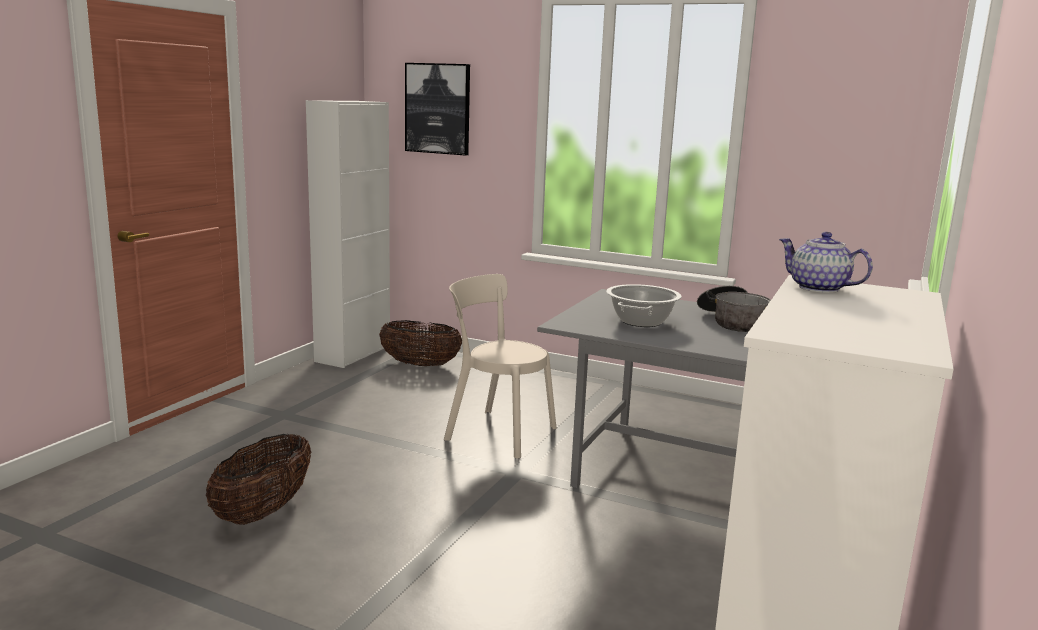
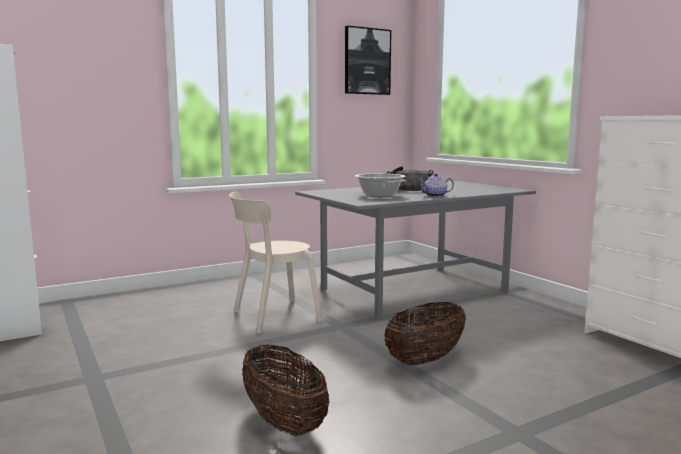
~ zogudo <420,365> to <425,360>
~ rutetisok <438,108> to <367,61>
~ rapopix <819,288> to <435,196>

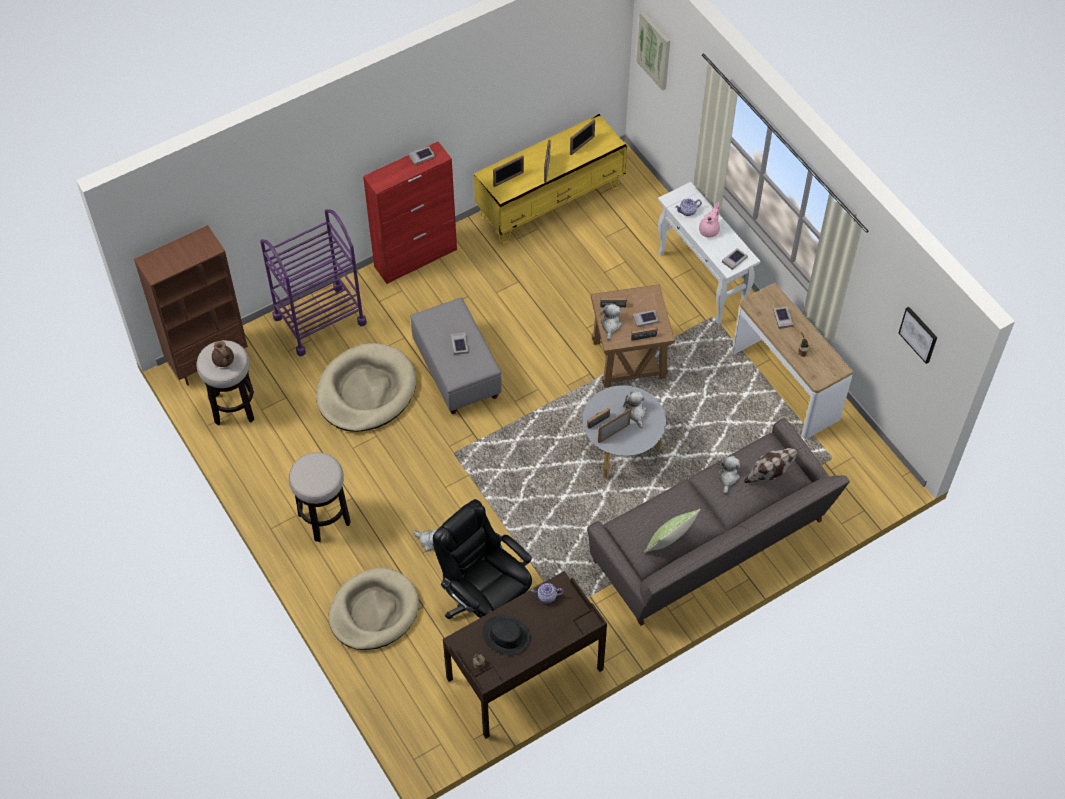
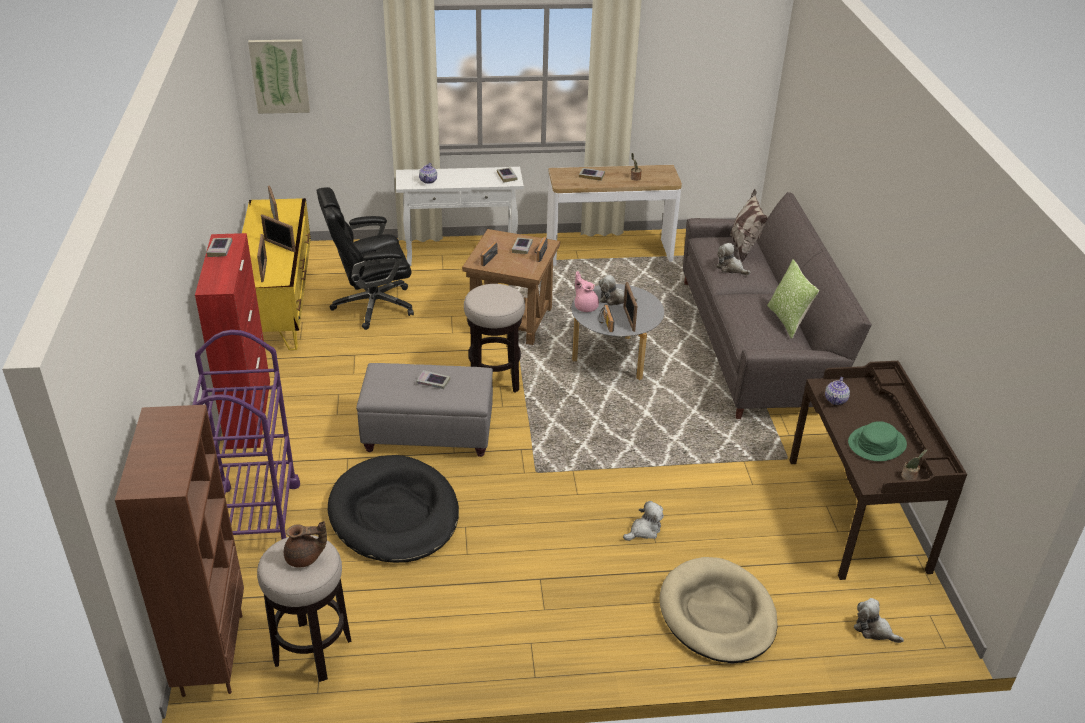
~ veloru <324,518> to <494,380>
~ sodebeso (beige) <366,391> to sodebeso (black) <394,514>
~ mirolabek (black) <486,601> to <371,305>
~ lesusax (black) <506,635> to lesusax (green) <876,444>
~ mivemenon <610,325> to <873,630>
~ rapopix (pink) <709,230> to <585,306>
- rutetisok <919,334>

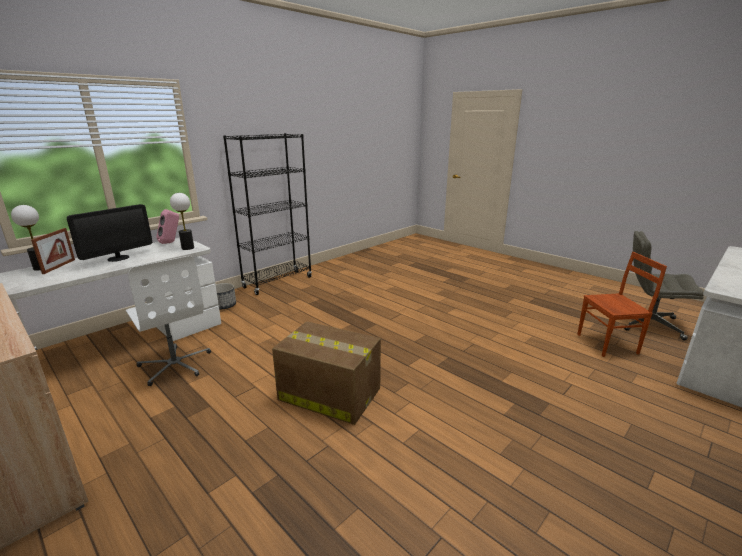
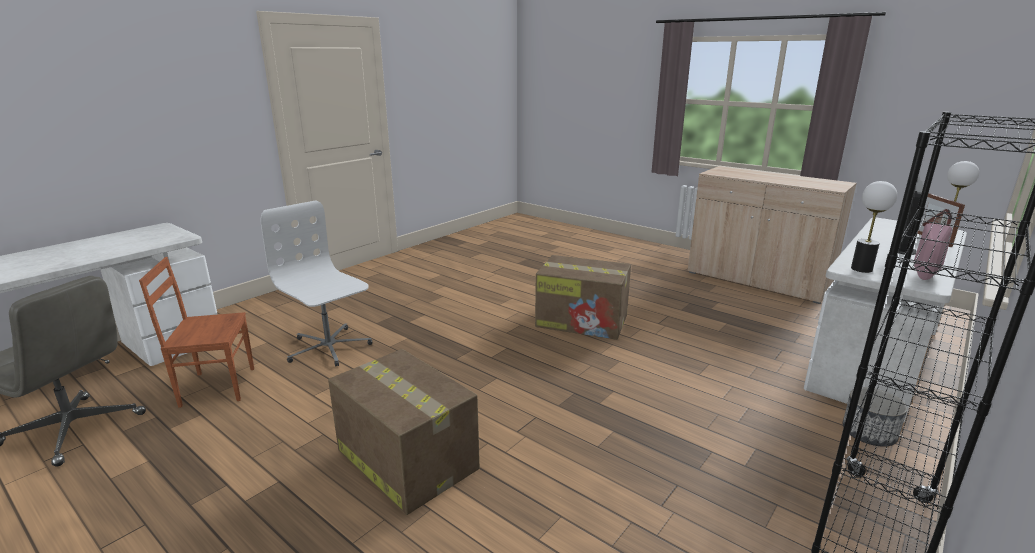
~ mirolabek (white) <175,364> to <328,348>
+ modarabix <406,458>

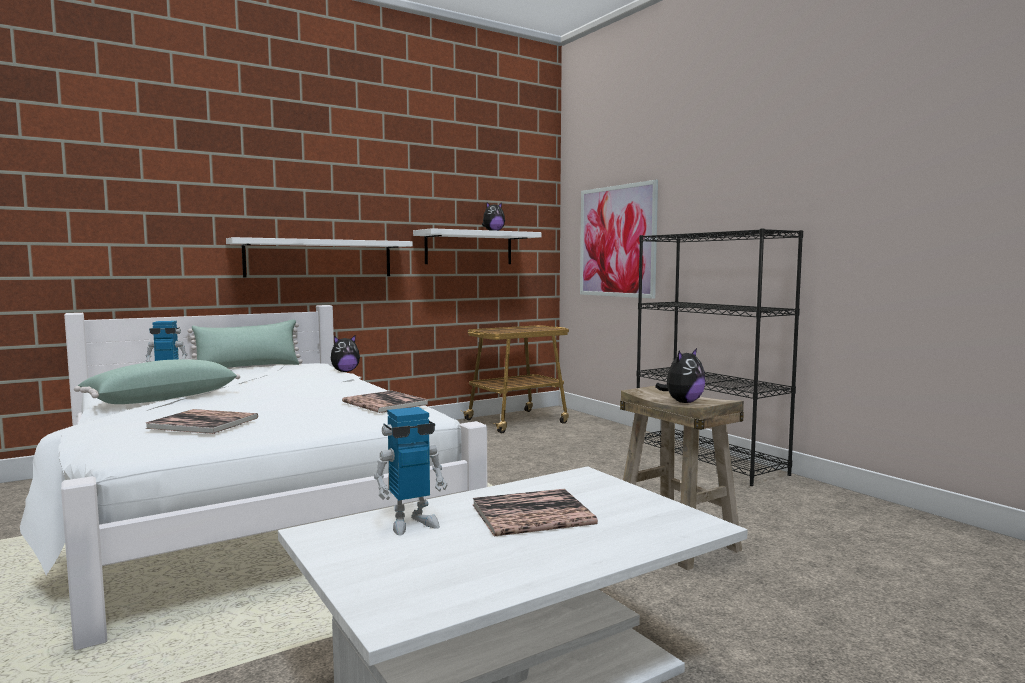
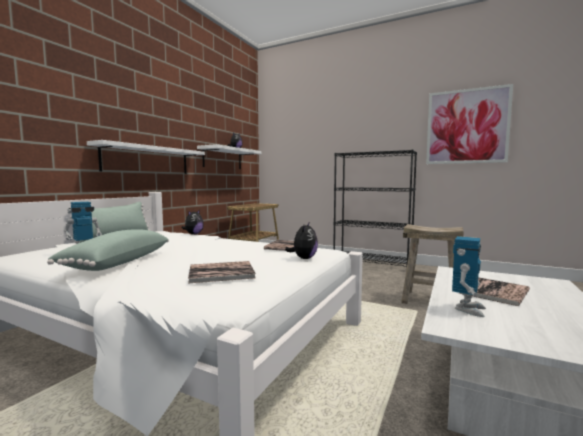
~ rutetisok <617,241> to <466,126>
~ mivemenon <682,402> to <303,258>

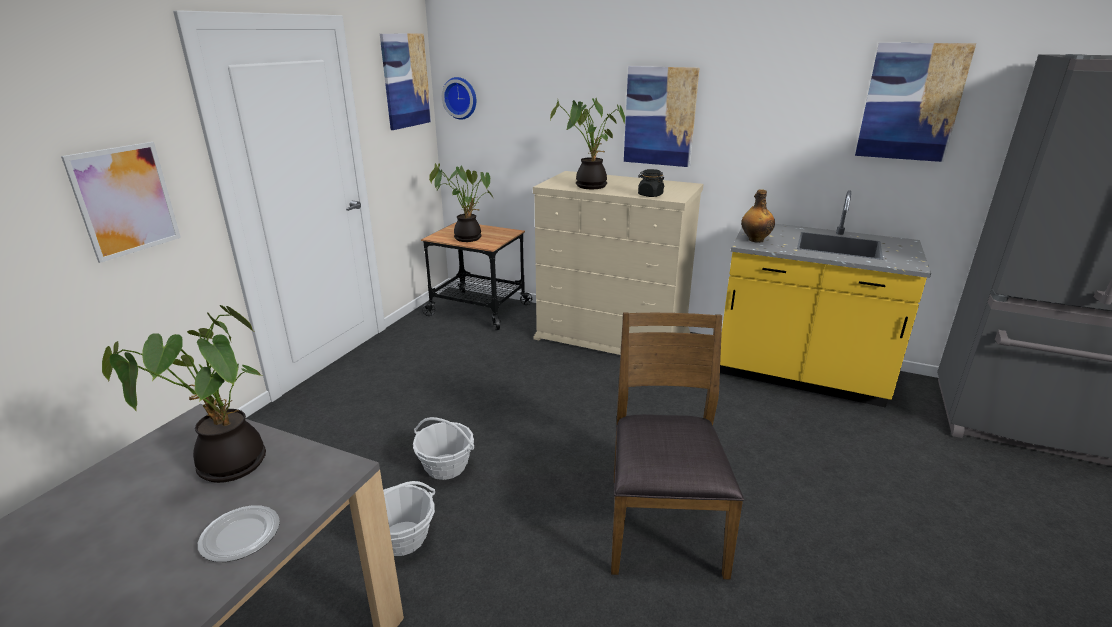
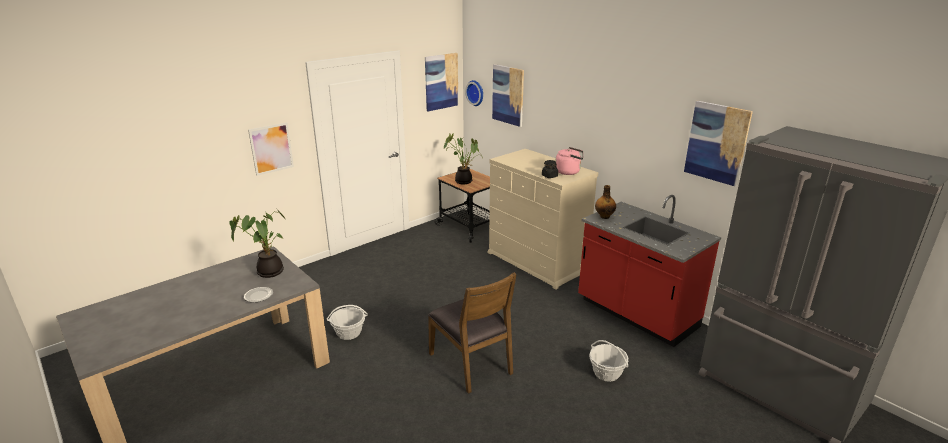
~ zogudo <446,466> to <606,373>
- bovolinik <589,185>
~ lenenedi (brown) <662,523> = <472,363> 120 degrees clockwise
~ rutetisok <660,116> to <508,95>
~ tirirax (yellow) <799,376> to tirirax (red) <636,314>
+ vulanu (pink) <569,172>

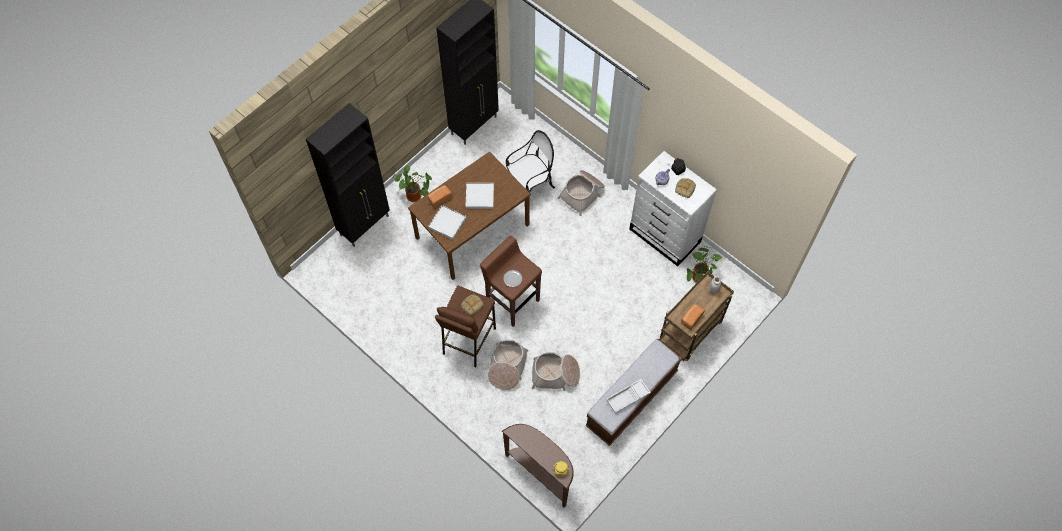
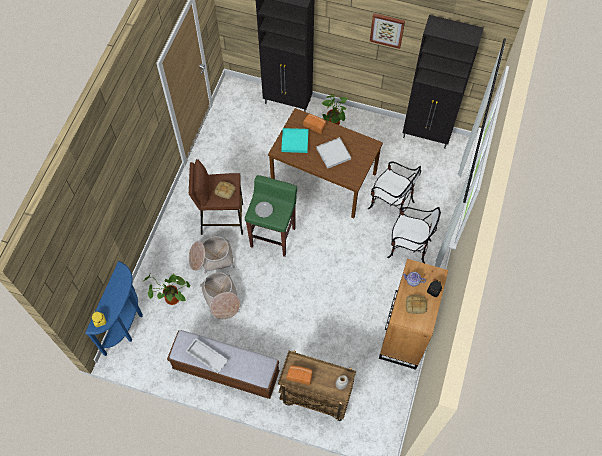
~ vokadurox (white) <447,223> to vokadurox (turquoise) <294,141>
~ veloru (brown) <512,302> to veloru (green) <273,236>
~ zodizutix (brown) <541,473> to zodizutix (blue) <127,324>
~ zogudo <582,194> to lenenedi <408,247>
~ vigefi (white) <665,236> to vigefi (brown) <404,335>
~ bovolinik <699,278> to <171,299>
+ rutetisok <387,30>

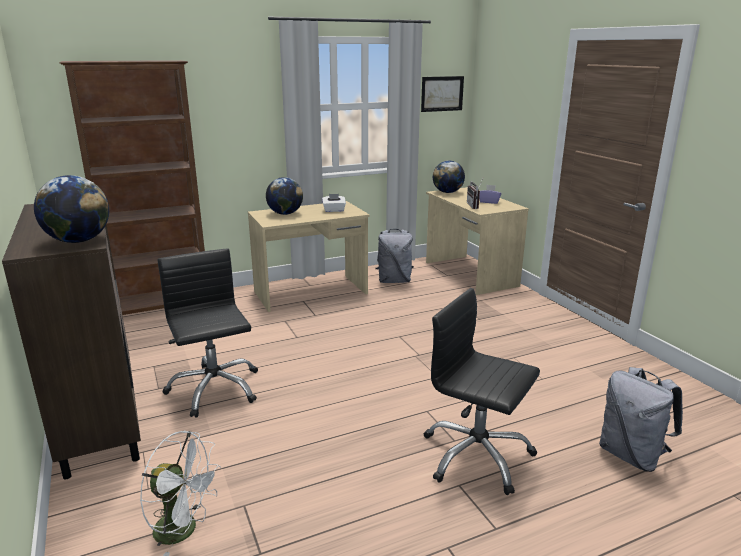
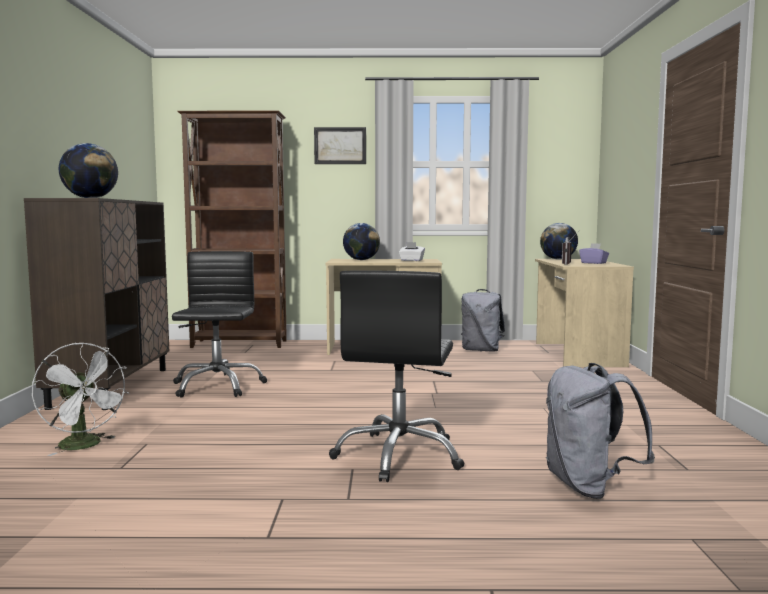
~ rutetisok <442,93> to <340,145>
~ mirolabek (black) <476,456> = <399,456> 135 degrees counterclockwise

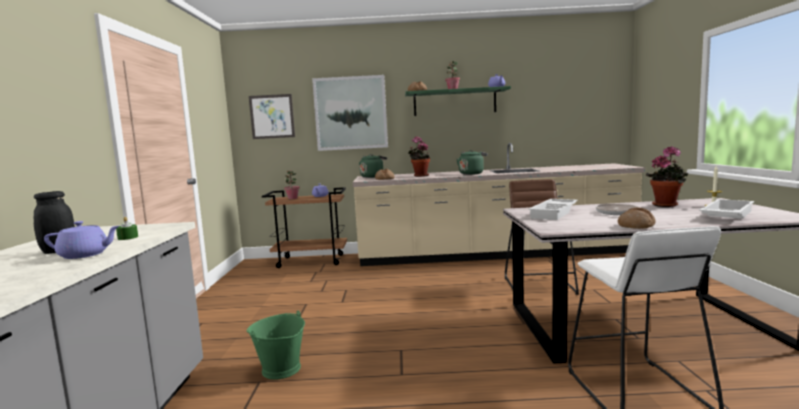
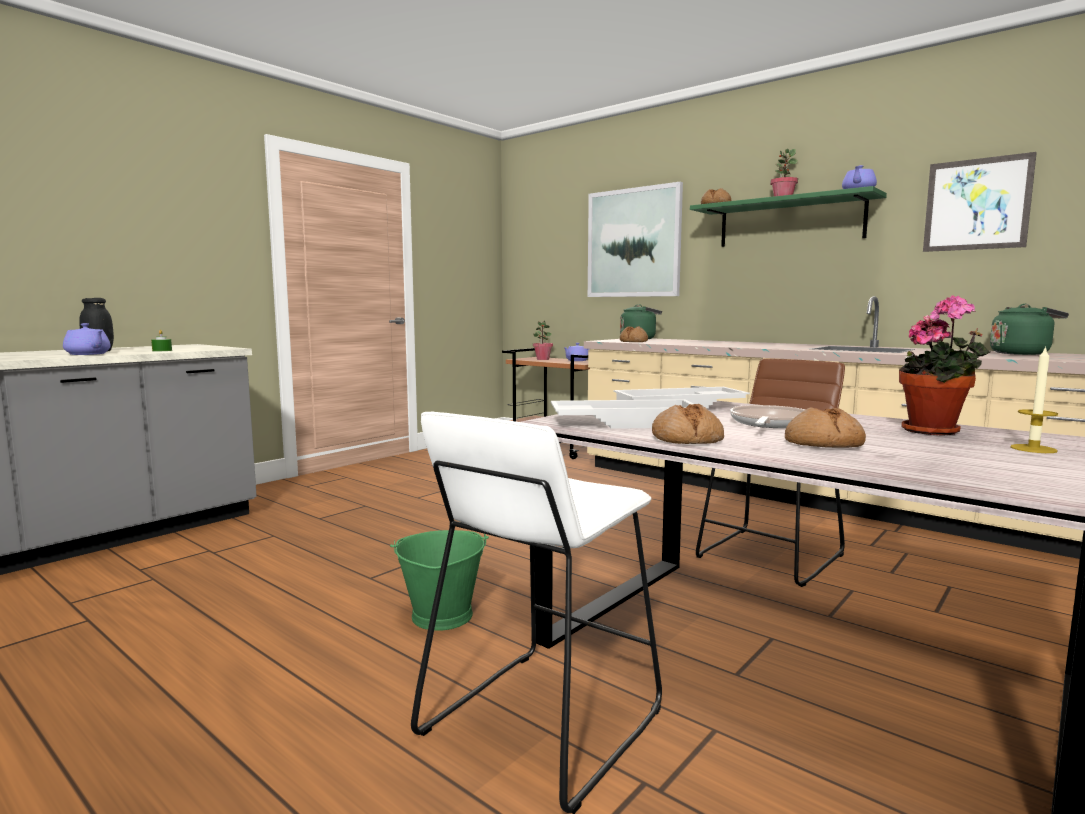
~ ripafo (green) <280,369> to <441,616>
~ rutetisok <272,116> to <977,204>
- bovolinik <419,176>
~ vulanu (green) <472,173> to <1022,353>
~ vokadurox (white) <725,215> to <624,423>
+ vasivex <823,444>

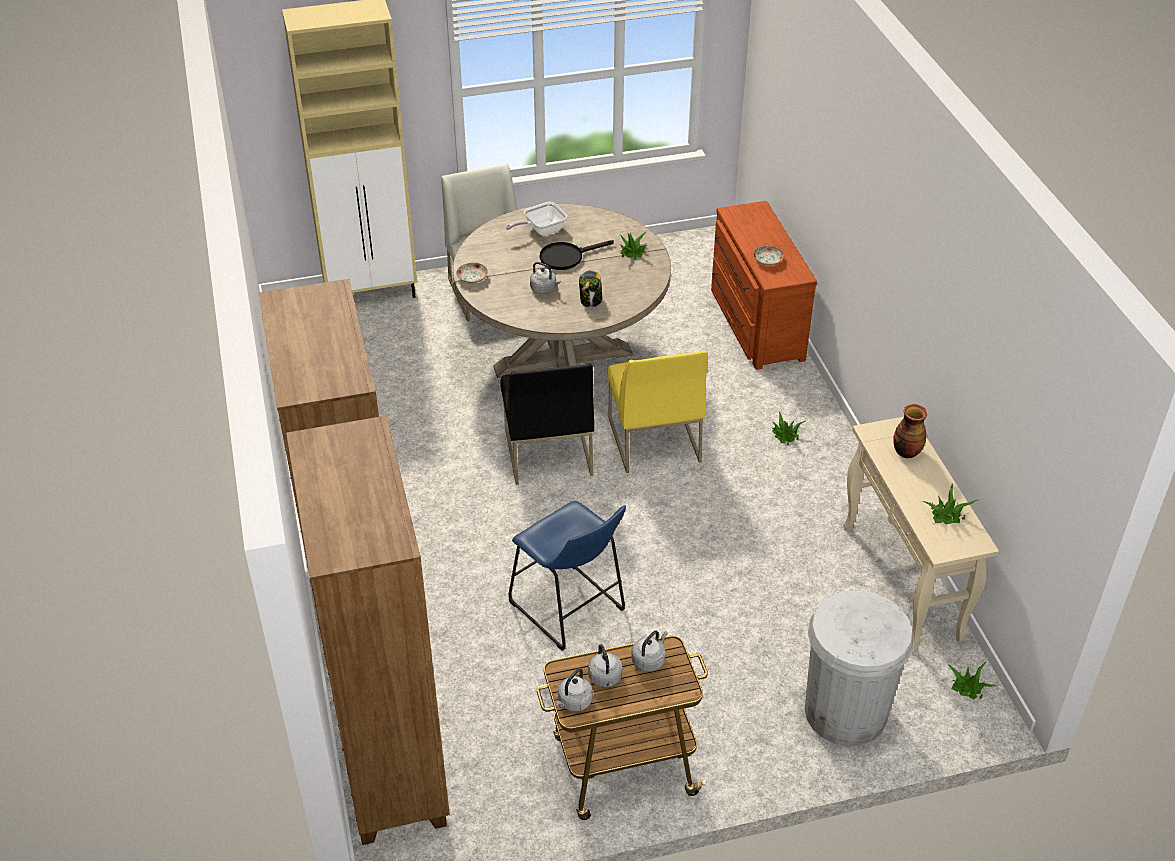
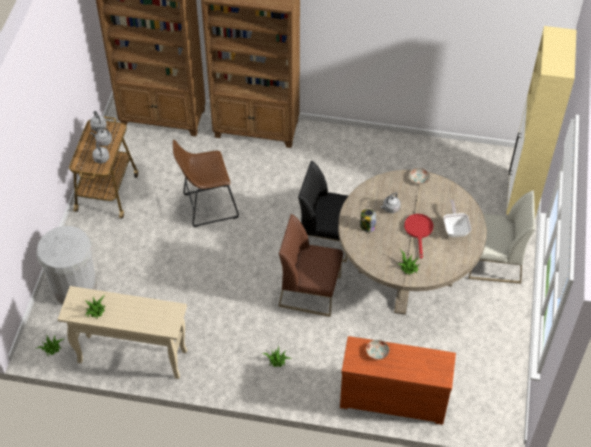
~ veloru (blue) <570,610> to veloru (brown) <207,206>
~ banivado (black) <567,257> to banivado (red) <419,231>
~ lenenedi (yellow) <653,439> to lenenedi (brown) <310,291>
- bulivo <906,452>

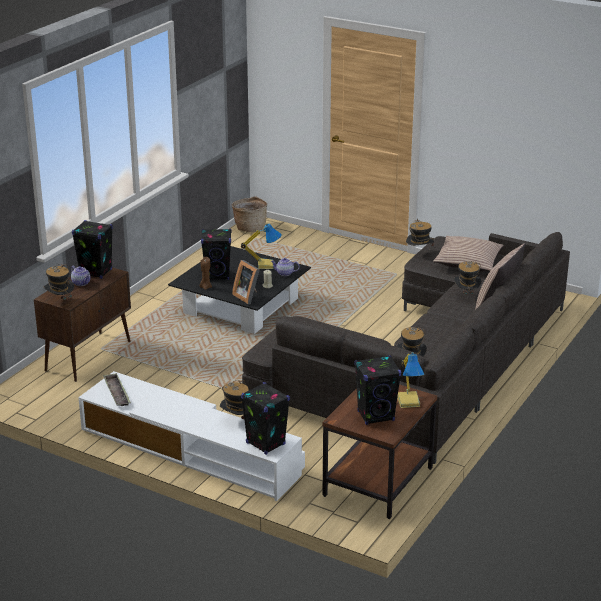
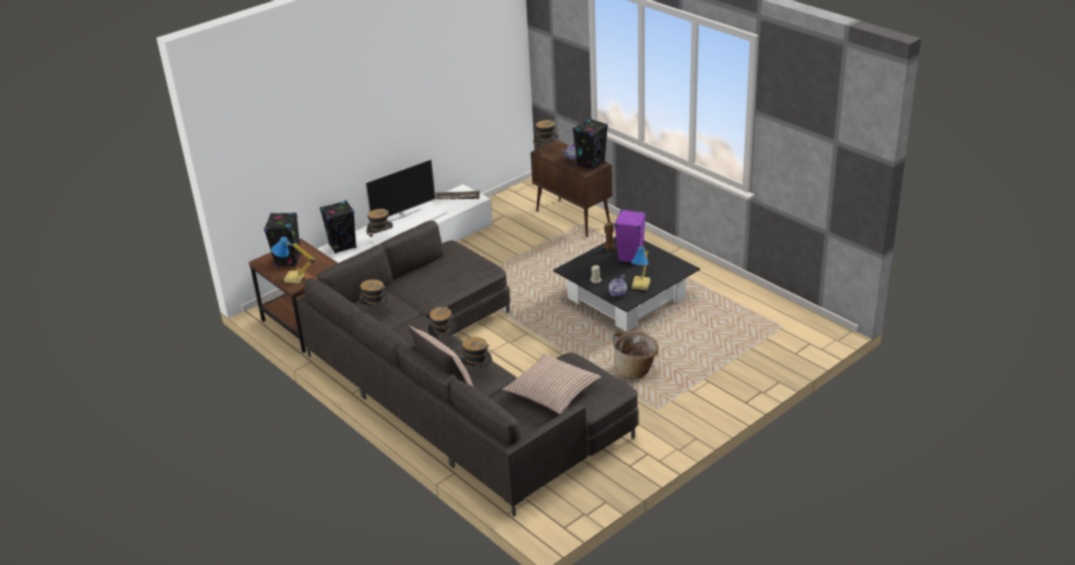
~ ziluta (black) <218,275> to ziluta (purple) <630,257>
~ zogudo <250,228> to <635,370>
- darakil <248,296>
~ lesusax <419,253> to <443,341>
+ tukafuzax <402,215>

